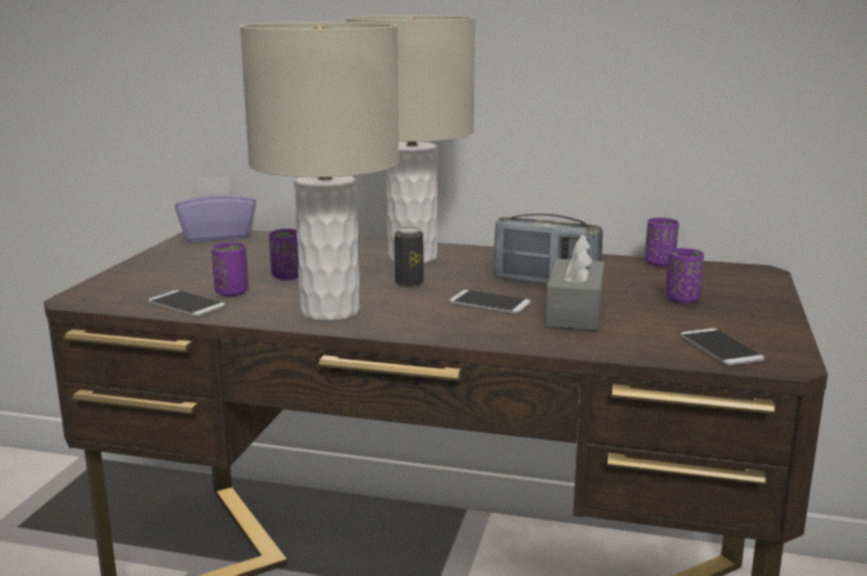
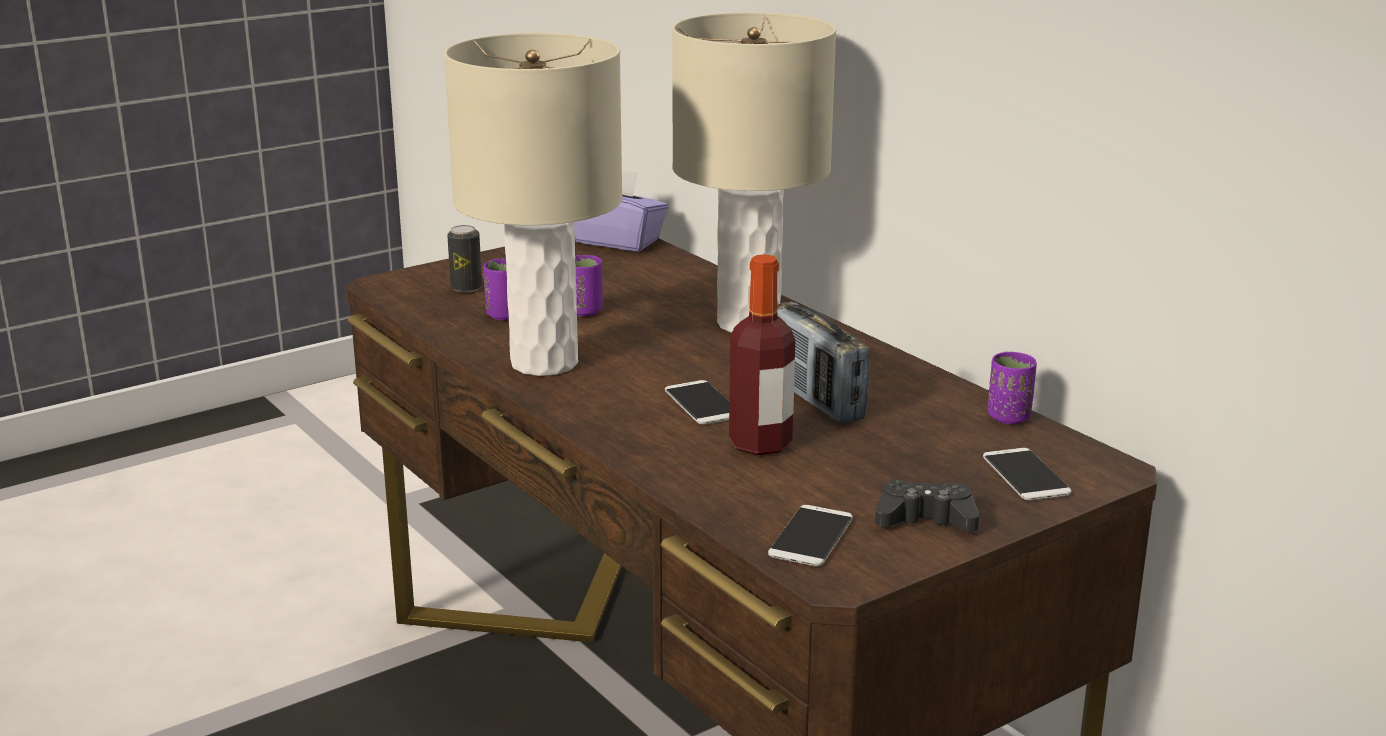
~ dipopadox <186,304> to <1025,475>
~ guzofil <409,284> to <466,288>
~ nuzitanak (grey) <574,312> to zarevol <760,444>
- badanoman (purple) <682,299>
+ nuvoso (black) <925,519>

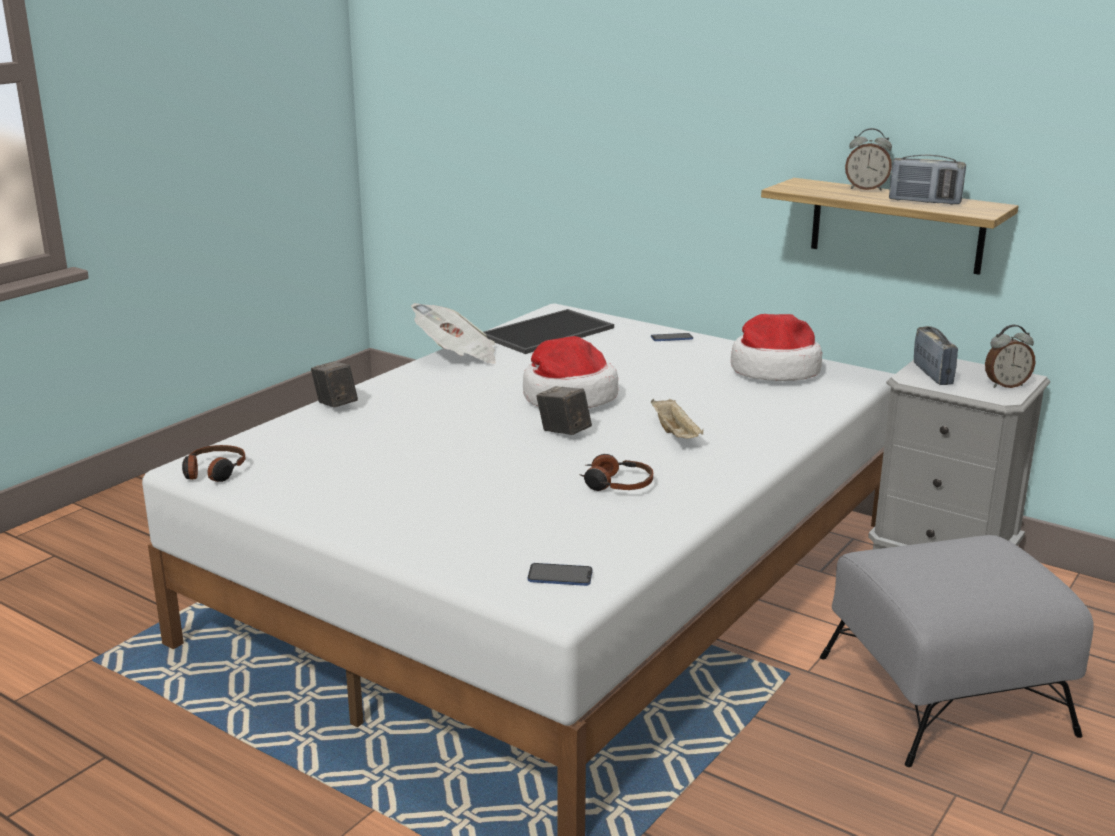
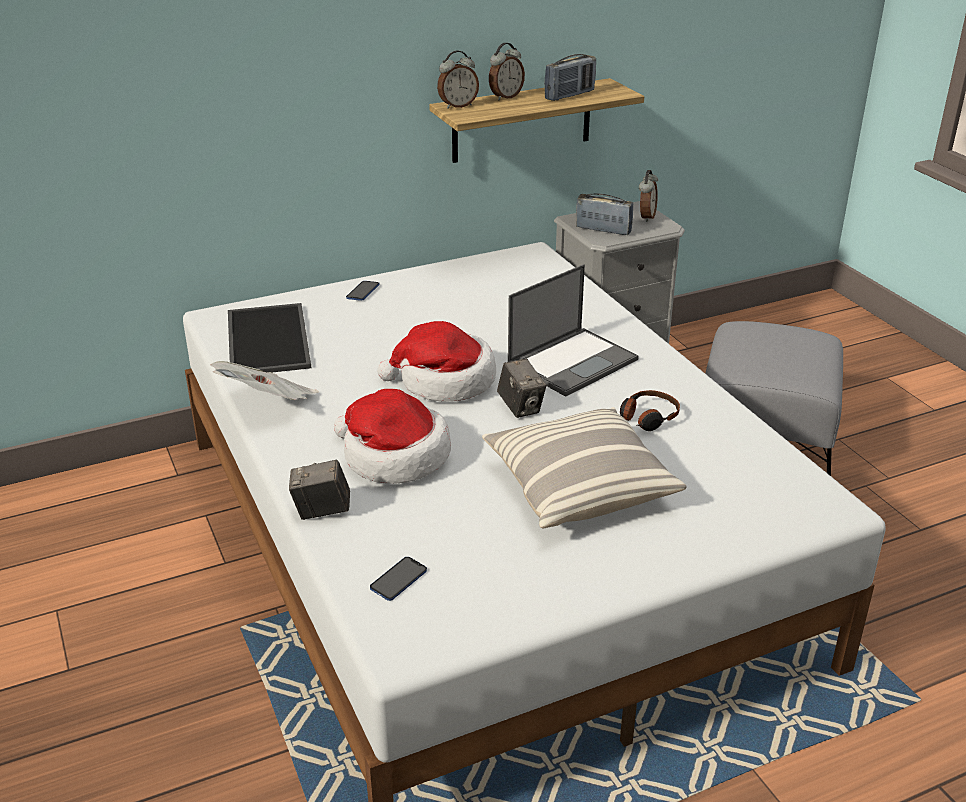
- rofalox <214,472>
~ dipopadox <560,576> to <398,580>
~ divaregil <563,432> = <521,407> 105 degrees counterclockwise
~ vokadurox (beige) <676,434> to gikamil <573,361>
~ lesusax <774,370> to <394,456>
+ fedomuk <457,106>
+ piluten <578,486>

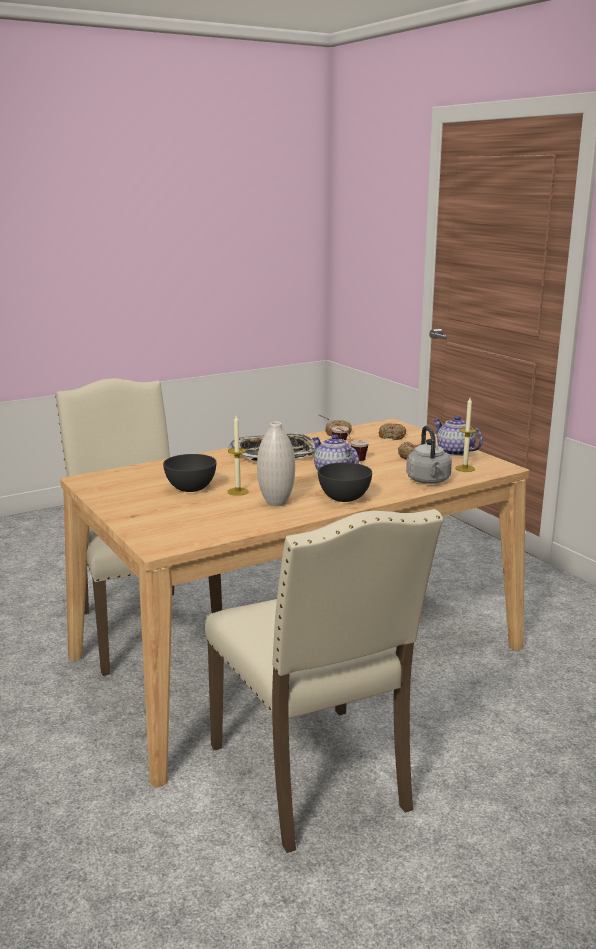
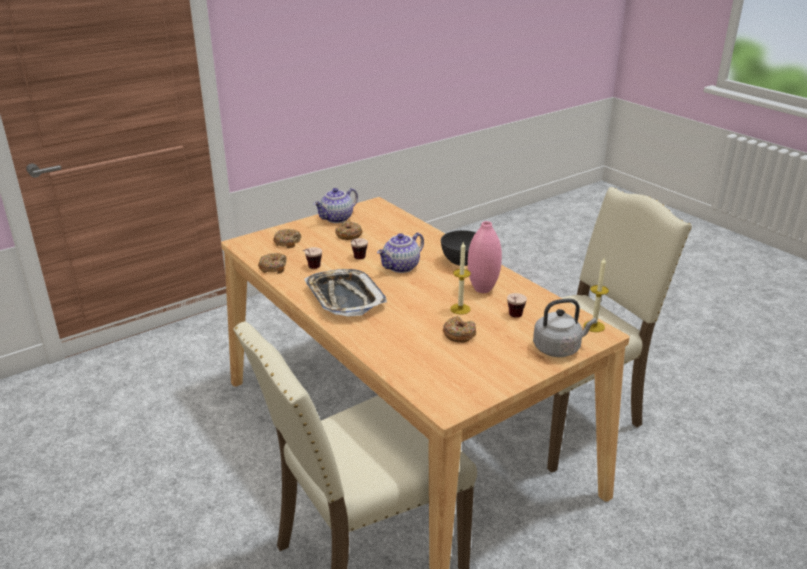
~ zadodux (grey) <190,488> to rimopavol <459,334>
~ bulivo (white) <276,503> to bulivo (pink) <482,289>
~ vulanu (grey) <428,481> to <559,348>
~ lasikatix <465,468> to <594,326>
+ badanoman <514,318>

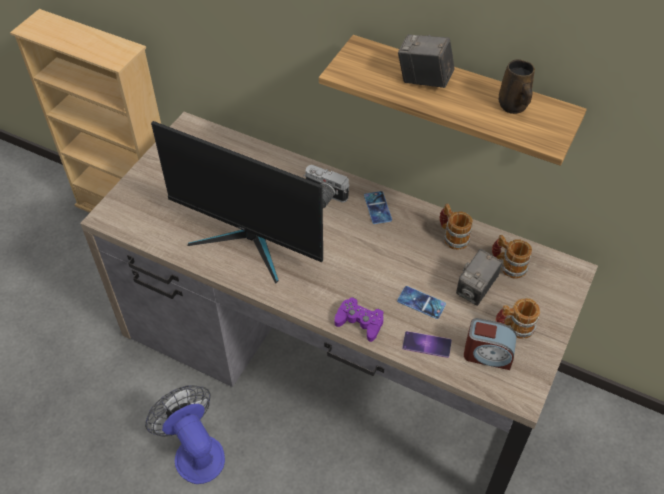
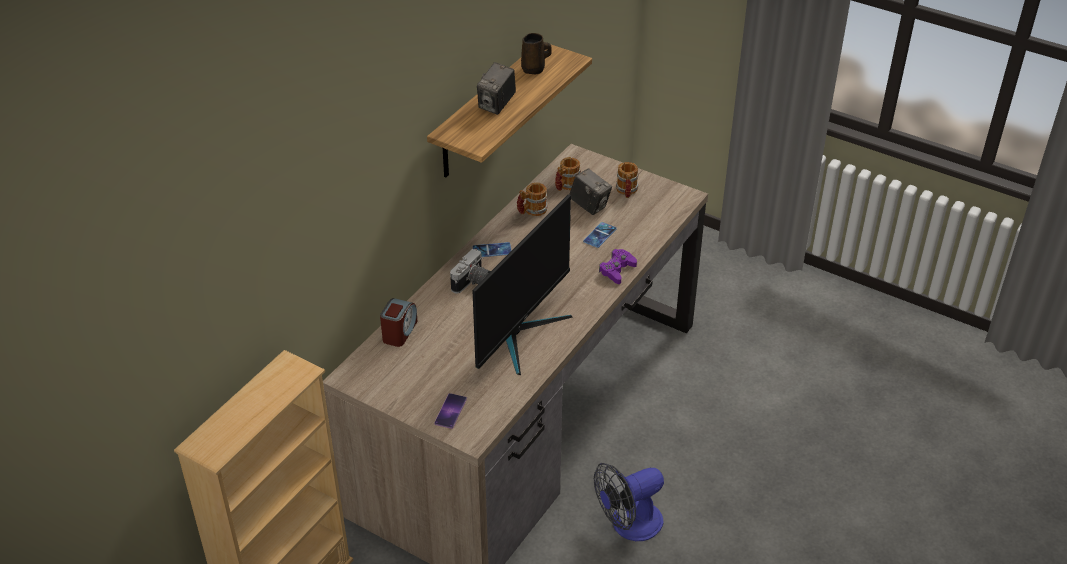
~ dipopadox <426,344> to <450,411>
~ fedomuk <487,354> to <399,332>

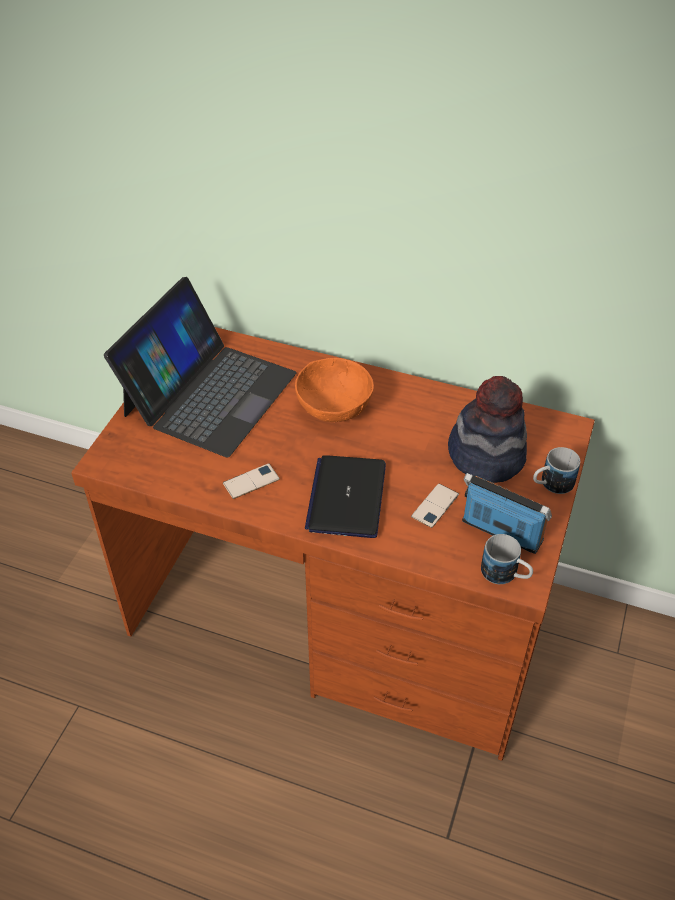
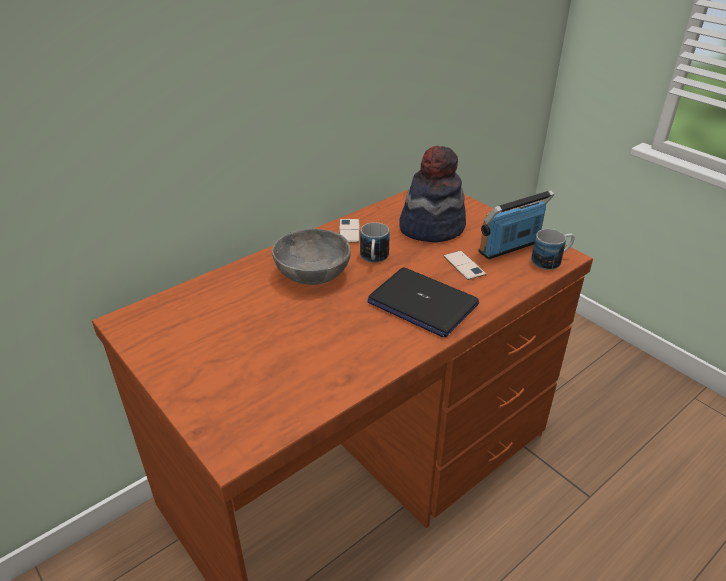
- gikamil <209,393>
~ dipopadox <251,481> to <349,231>
~ zadodux (orange) <334,406> to zadodux (grey) <312,274>
~ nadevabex <551,484> to <374,259>

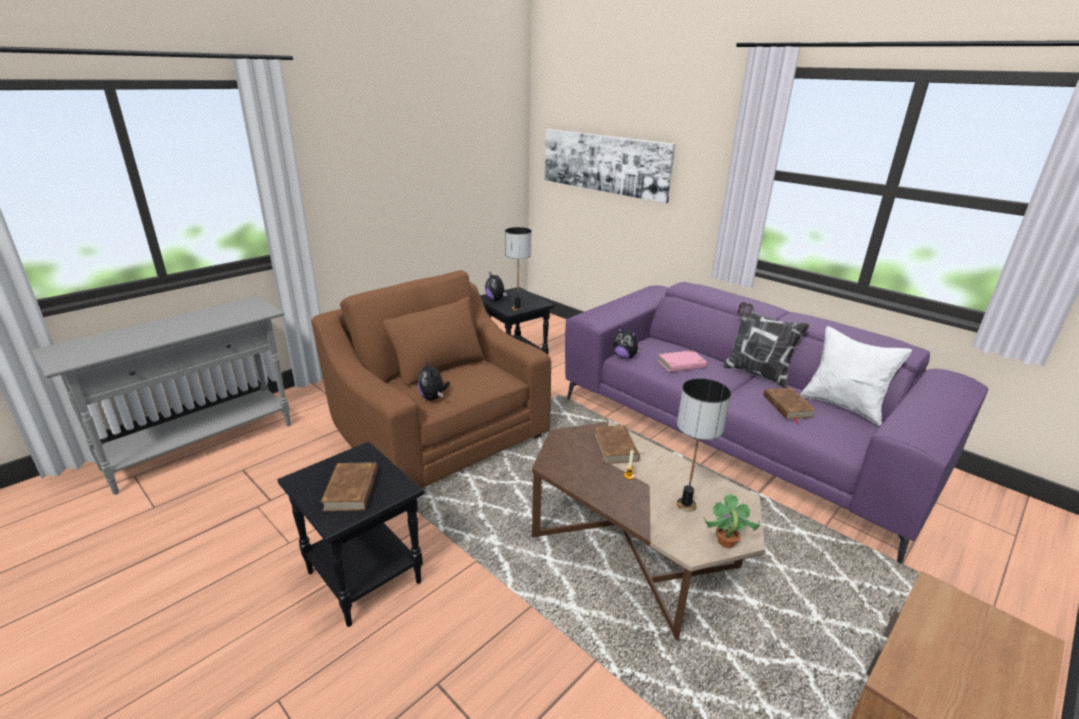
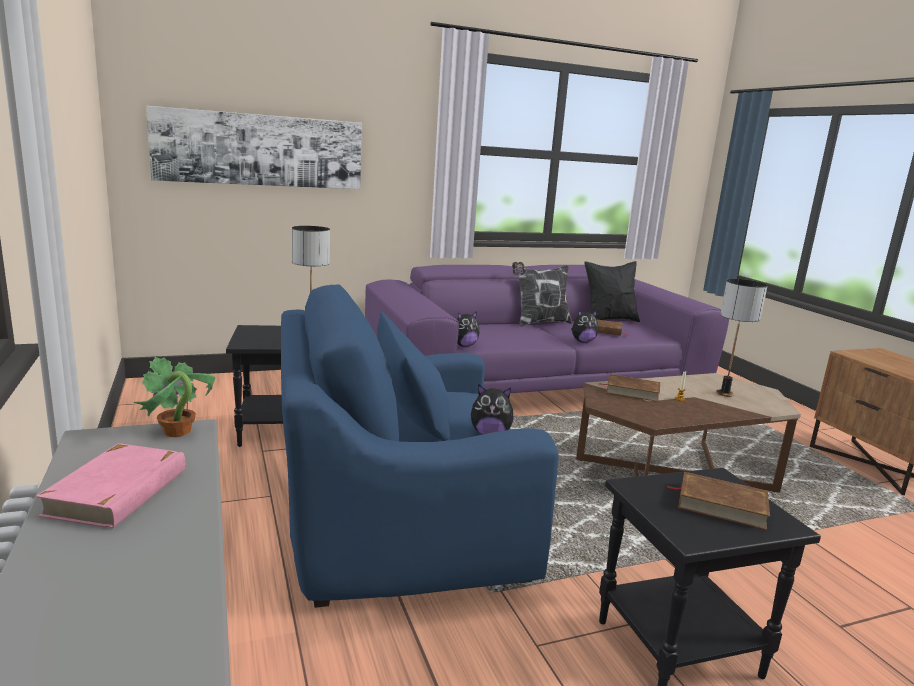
~ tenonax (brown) <440,432> to tenonax (blue) <395,521>
~ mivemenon <496,299> to <582,341>
~ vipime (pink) <681,364> to <119,491>
~ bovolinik <725,542> to <176,432>
~ piluten (white) <843,406> to piluten (black) <608,320>

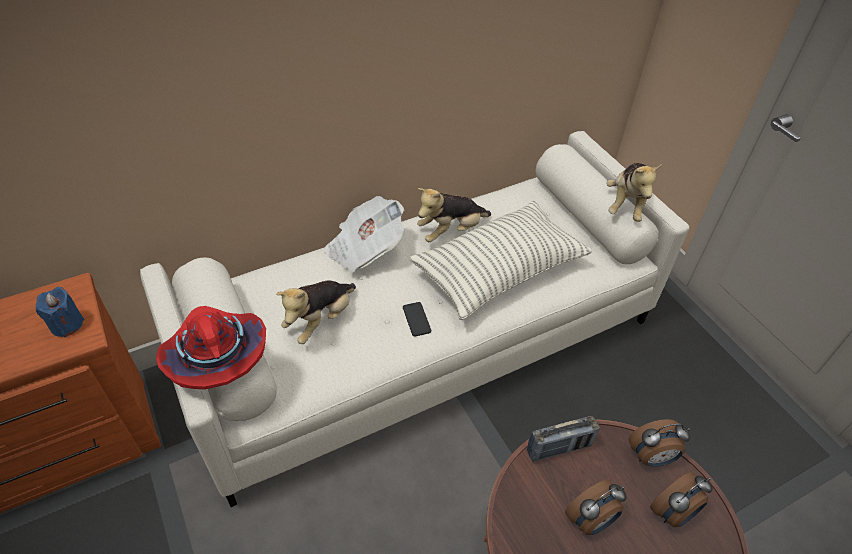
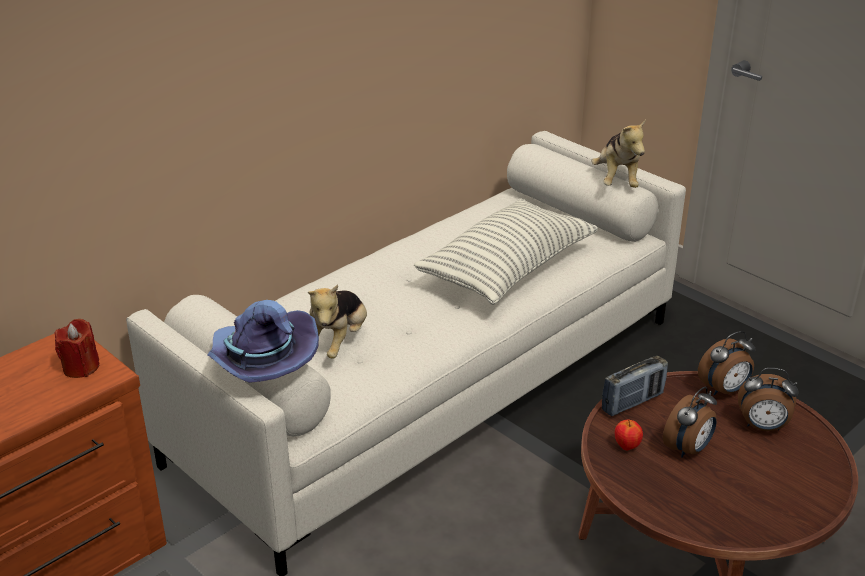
~ lasikatix (blue) <67,324> to lasikatix (red) <81,367>
~ lesusax (red) <215,355> to lesusax (purple) <260,363>
- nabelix <364,249>
- dipopadox <416,319>
- mivemenon <451,231>
~ fedomuk <673,513> = <762,427> 60 degrees clockwise
+ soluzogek <627,446>

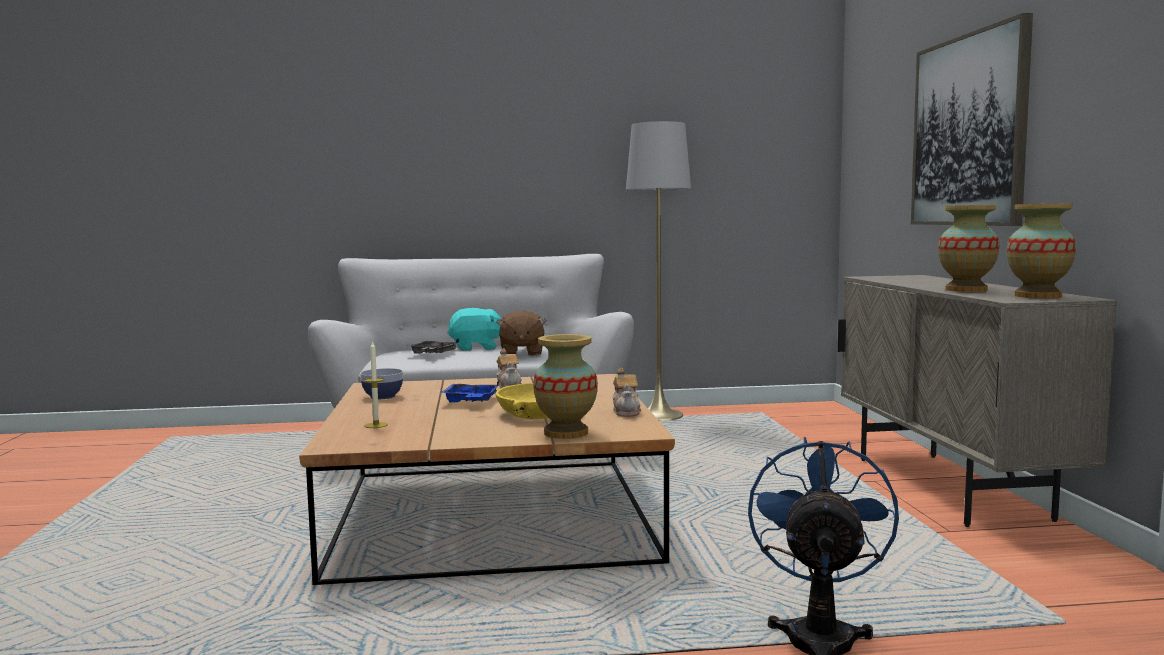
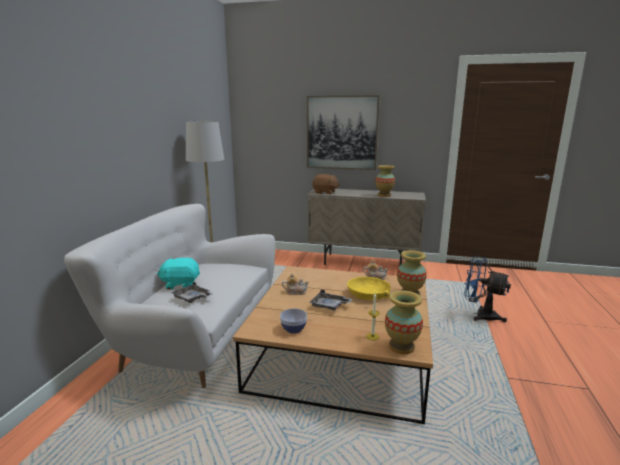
~ vokadurox (blue) <470,402> to vokadurox (grey) <329,306>
~ mivemenon (turquoise) <476,348> = <181,284> 105 degrees counterclockwise
~ mivemenon (brown) <521,353> to <325,192>
~ bulivo <1038,296> to <401,346>

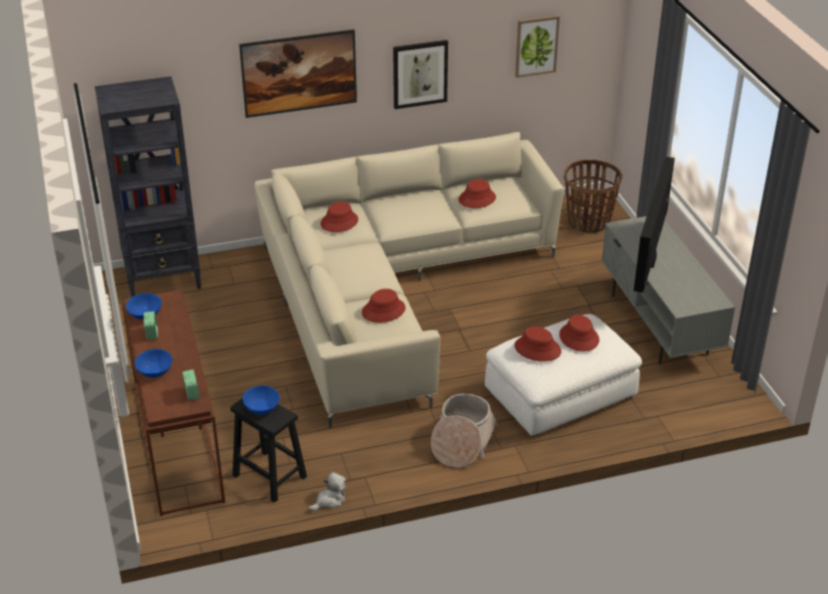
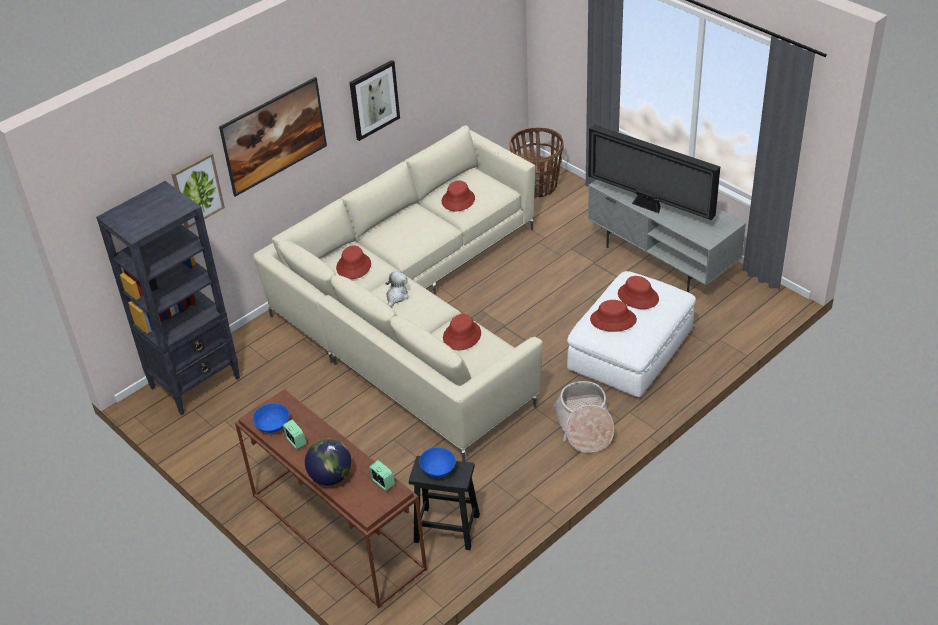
~ zadodux (blue) <155,371> to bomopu <331,476>
~ mivemenon <329,500> to <396,297>
~ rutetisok <536,45> to <197,190>
~ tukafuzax <648,260> = <649,207> 45 degrees counterclockwise

